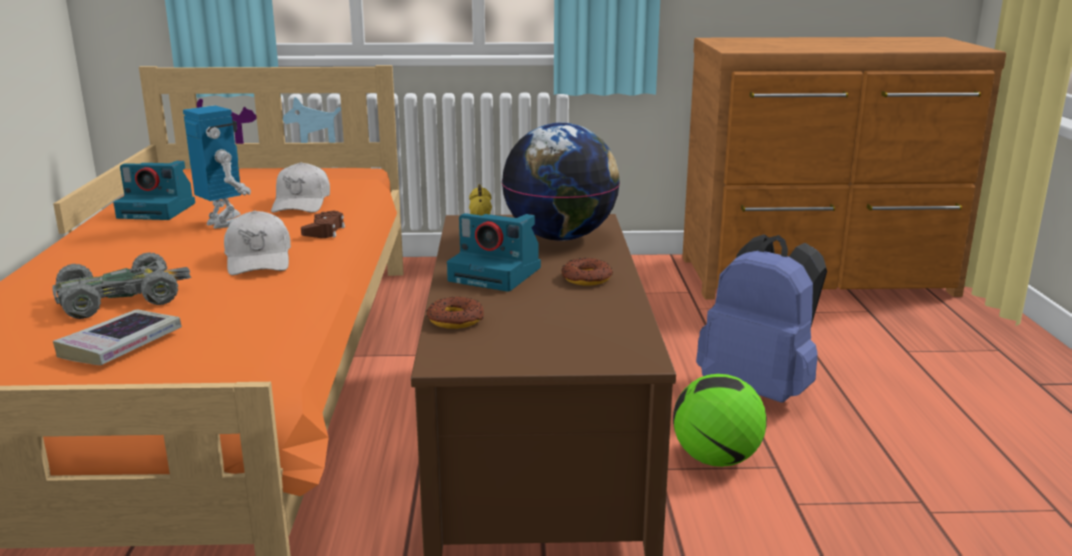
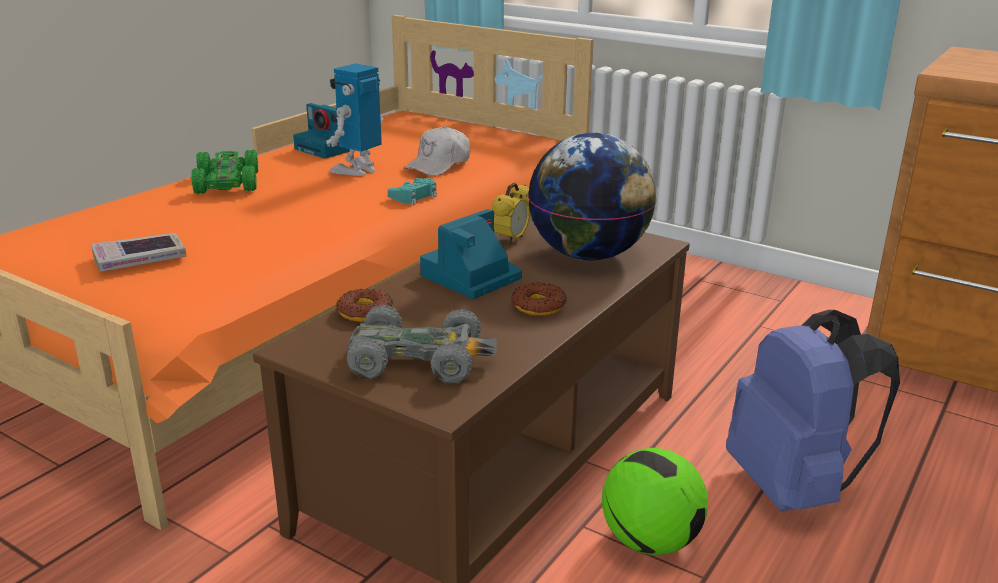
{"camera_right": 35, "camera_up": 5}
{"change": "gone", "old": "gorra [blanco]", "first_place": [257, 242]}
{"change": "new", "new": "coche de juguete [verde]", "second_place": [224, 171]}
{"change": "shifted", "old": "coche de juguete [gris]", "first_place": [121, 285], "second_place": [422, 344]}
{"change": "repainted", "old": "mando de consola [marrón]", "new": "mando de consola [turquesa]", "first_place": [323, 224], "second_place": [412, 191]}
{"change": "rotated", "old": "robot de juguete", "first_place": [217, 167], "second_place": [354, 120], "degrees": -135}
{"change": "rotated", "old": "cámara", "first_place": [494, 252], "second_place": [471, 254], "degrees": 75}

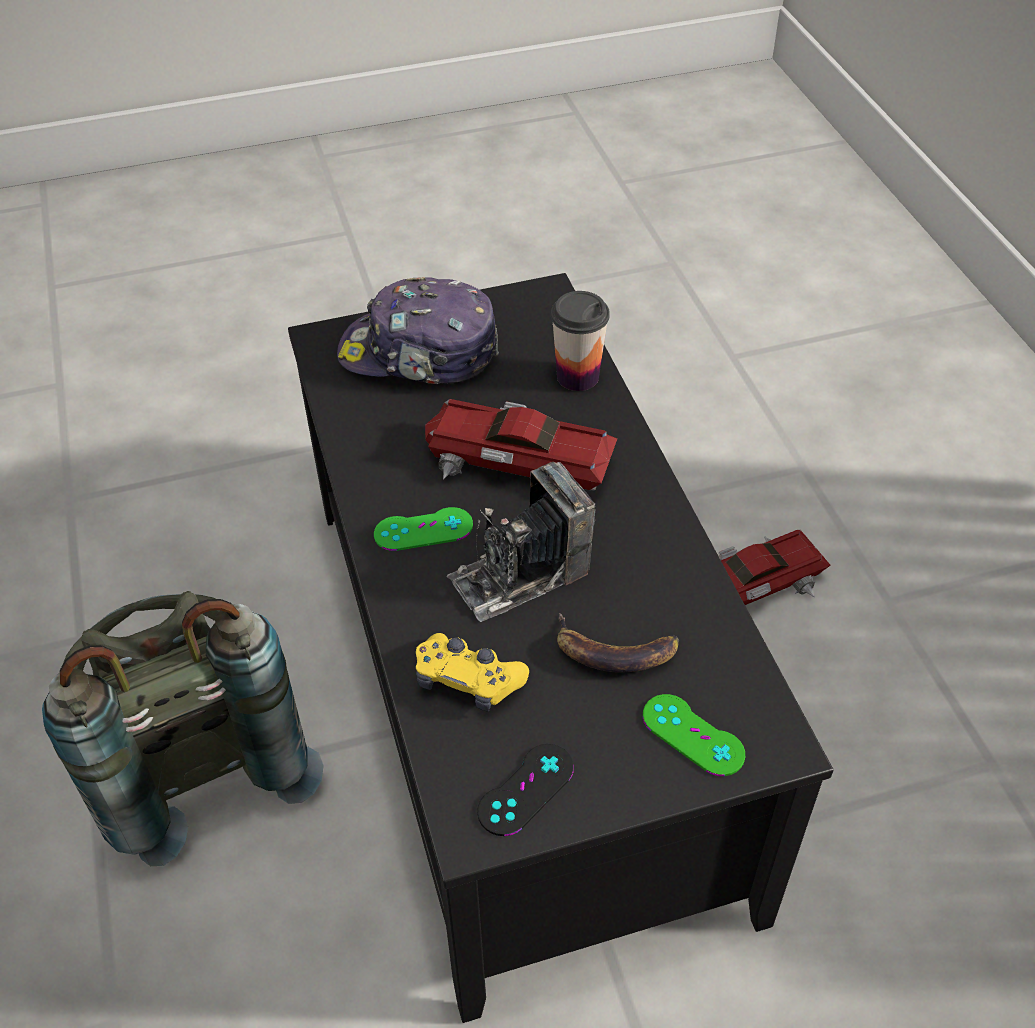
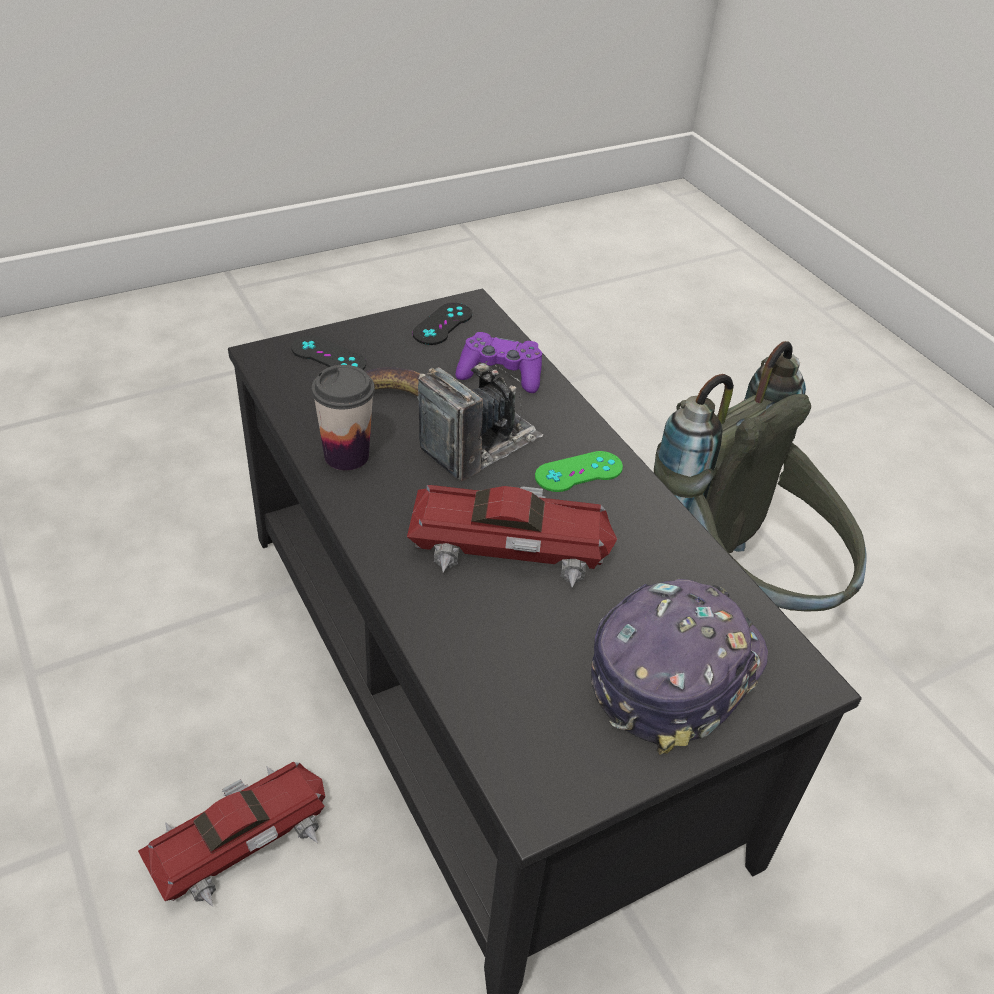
{"camera_right": 165, "camera_up": -5}
{"change": "shifted", "old": "taza", "first_place": [580, 341], "second_place": [343, 418]}
{"change": "repainted", "old": "mando de consola [amarillo]", "new": "mando de consola [morado]", "first_place": [472, 672], "second_place": [498, 362]}
{"change": "repainted", "old": "mando de consola [verde]", "new": "mando de consola [negro]", "first_place": [694, 735], "second_place": [328, 353]}
{"change": "rotated", "old": "gorra", "first_place": [418, 330], "second_place": [679, 667], "degrees": -45}

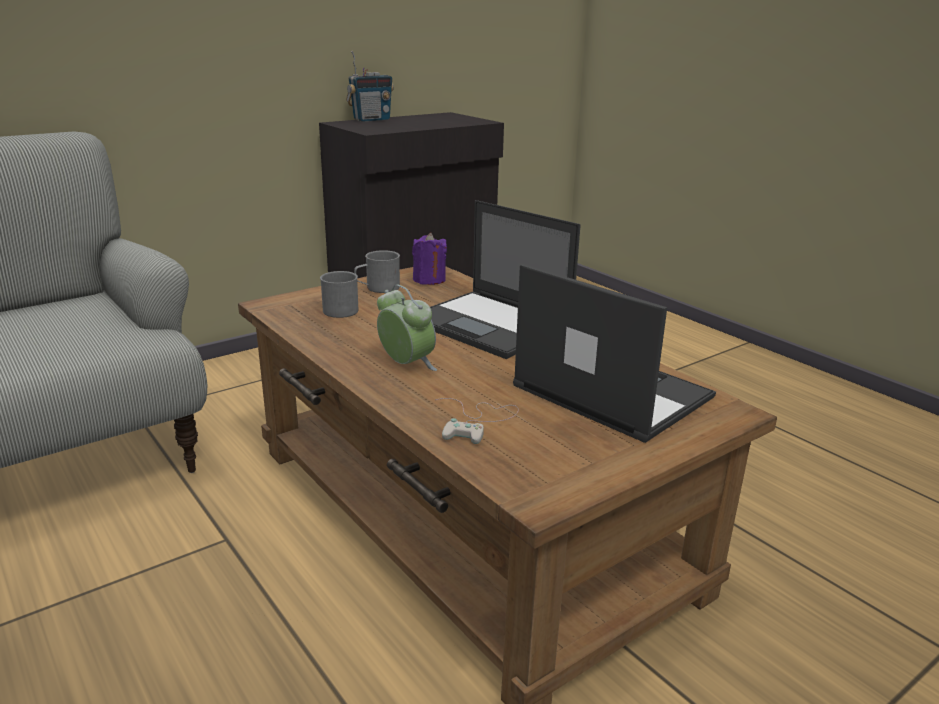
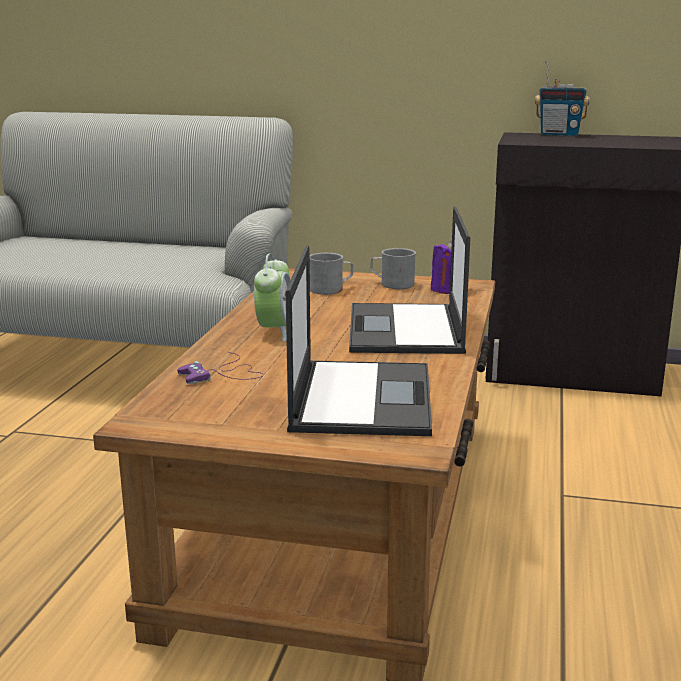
{"camera_right": 50, "camera_up": -5}
{"change": "repainted", "old": "mando de consola [blanco]", "new": "mando de consola [morado]", "first_place": [477, 421], "second_place": [220, 368]}

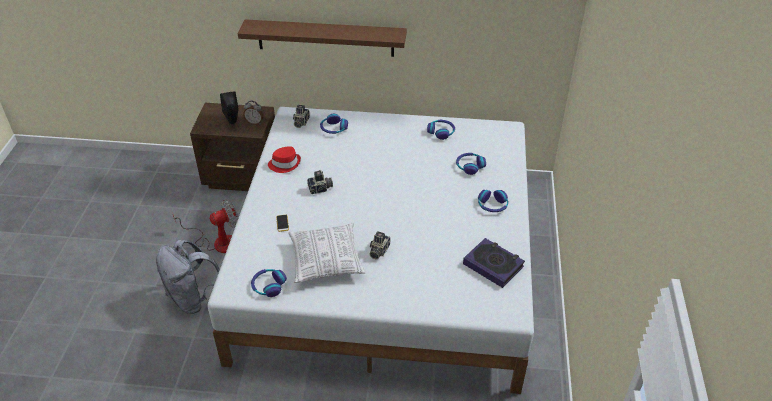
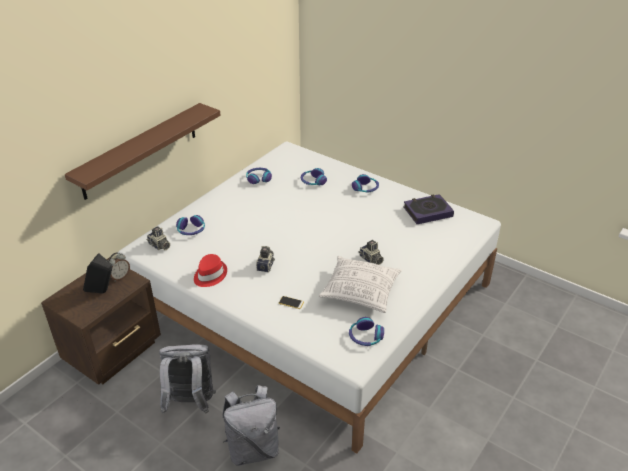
{"camera_right": -60, "camera_up": -5}
{"change": "swapped", "old": "ventilador", "new": "mochila [gris]", "first_place": [205, 226], "second_place": [187, 379]}

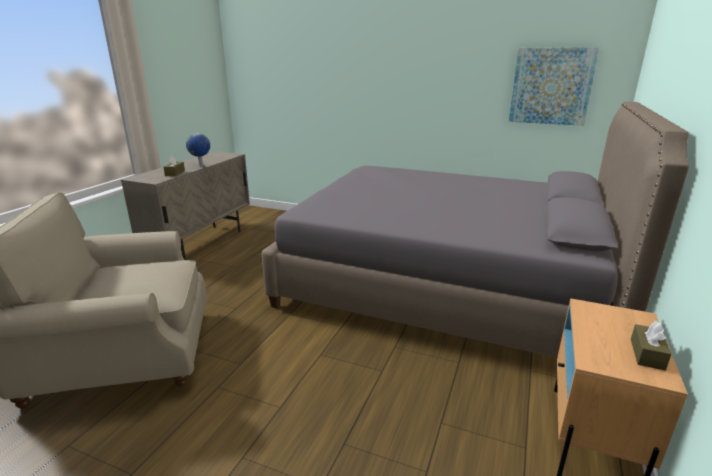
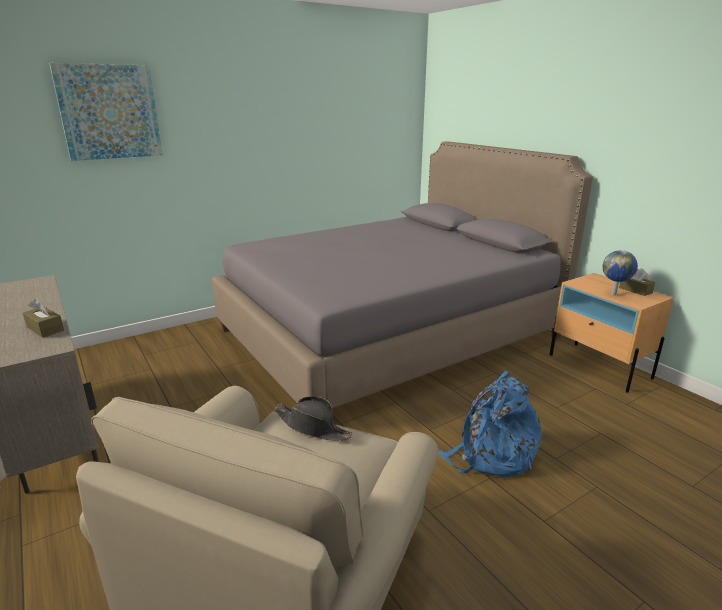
{"camera_right": -55, "camera_up": 0}
{"change": "new", "new": "sombrero [negro]", "second_place": [313, 418]}
{"change": "new", "new": "mochila [azul]", "second_place": [490, 424]}
{"change": "shifted", "old": "globo terráqueo", "first_place": [198, 150], "second_place": [620, 272]}
{"change": "shifted", "old": "cuadro", "first_place": [554, 86], "second_place": [106, 112]}

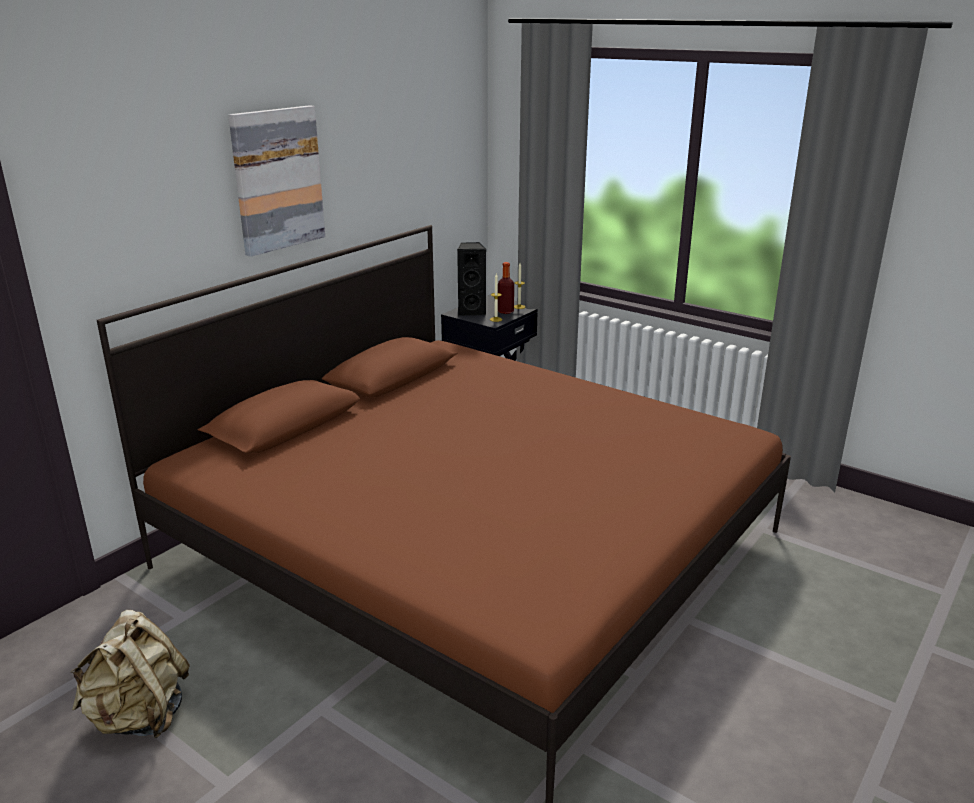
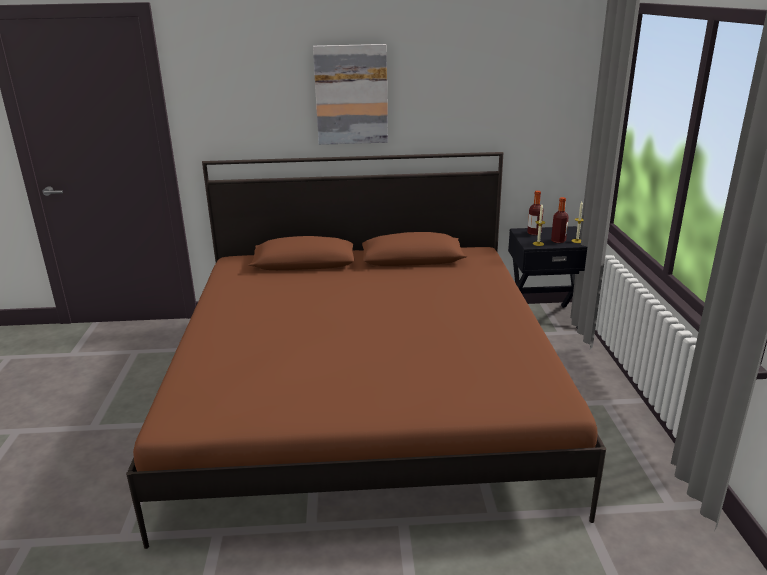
{"camera_right": 50, "camera_up": 0}
{"change": "gone", "old": "mochila [beis]", "first_place": [130, 674]}
{"change": "swapped", "old": "altavoz [negro]", "new": "botella", "first_place": [472, 279], "second_place": [535, 213]}

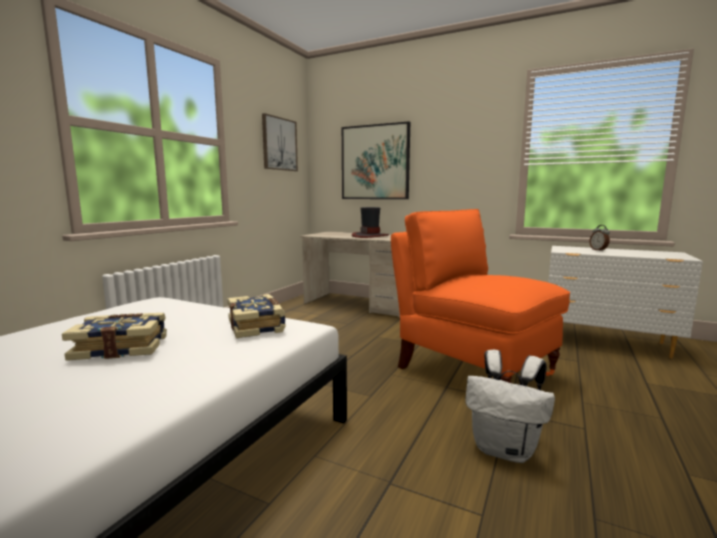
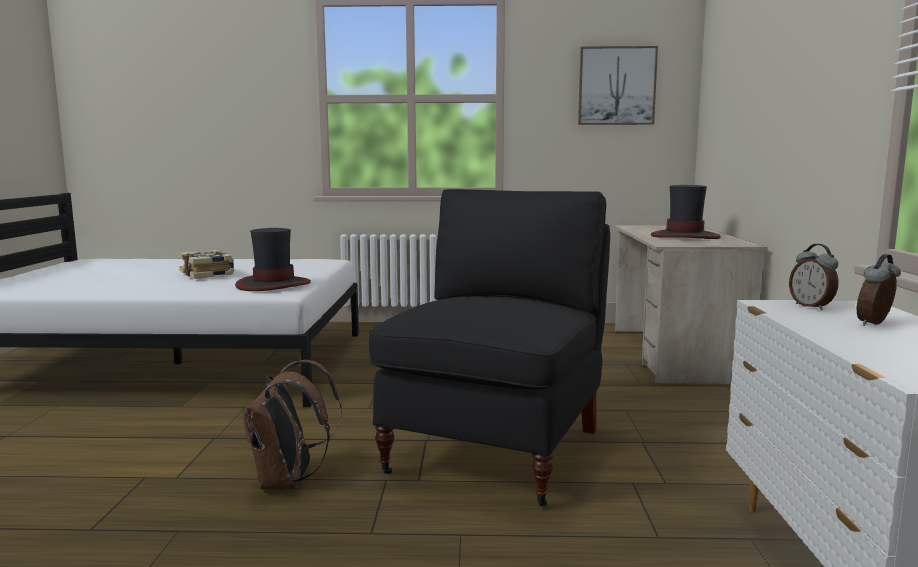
{"camera_right": 65, "camera_up": 0}
{"change": "gone", "old": "cuadro", "first_place": [376, 160]}
{"change": "new", "new": "despertador", "second_place": [814, 277]}
{"change": "swapped", "old": "libro", "new": "sombrero", "first_place": [257, 316], "second_place": [273, 259]}
{"change": "repainted", "old": "silla [naranja]", "new": "silla [negro]", "first_place": [480, 296], "second_place": [489, 347]}
{"change": "repainted", "old": "mochila [blanco]", "new": "mochila [marrón]", "first_place": [510, 406], "second_place": [292, 425]}

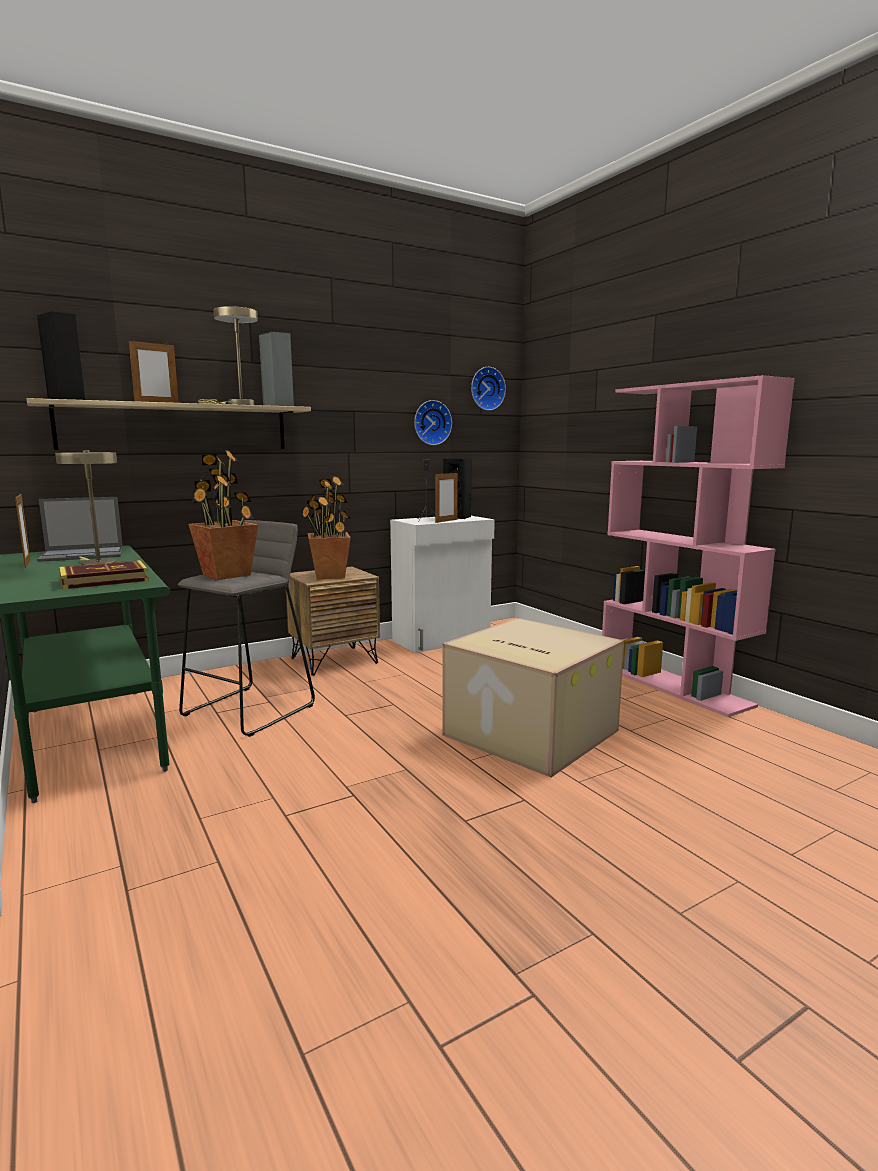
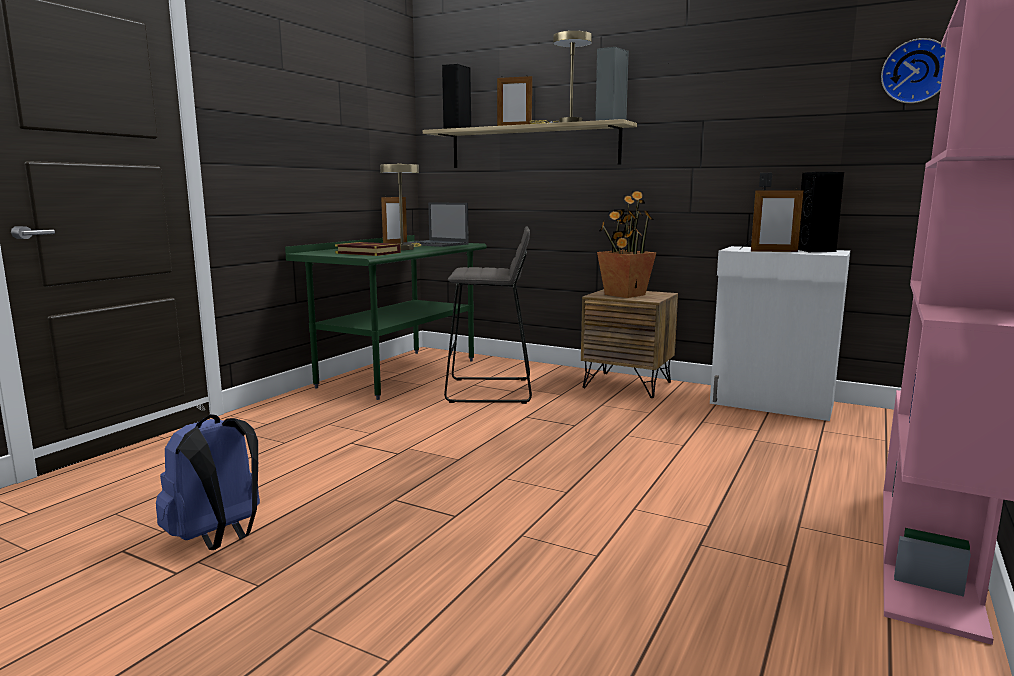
{"camera_right": 60, "camera_up": 0}
{"change": "gone", "old": "planta en maceta", "first_place": [223, 515]}
{"change": "gone", "old": "reloj de pared", "first_place": [433, 422]}
{"change": "gone", "old": "caja de cartón", "first_place": [533, 697]}
{"change": "new", "new": "mochila [azul]", "second_place": [208, 482]}

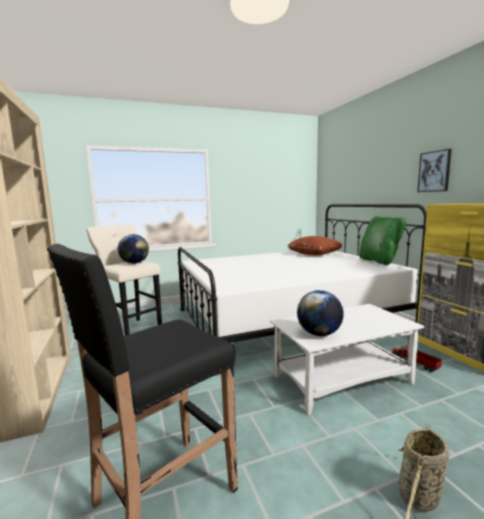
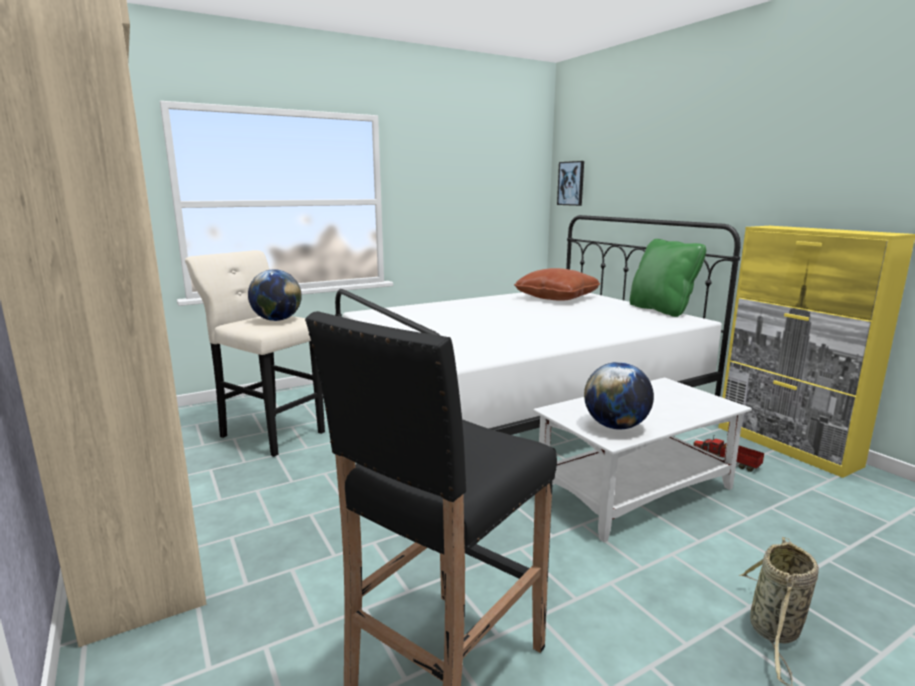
{"camera_right": -10, "camera_up": 5}
{"change": "shifted", "old": "cuadro", "first_place": [434, 170], "second_place": [570, 183]}

